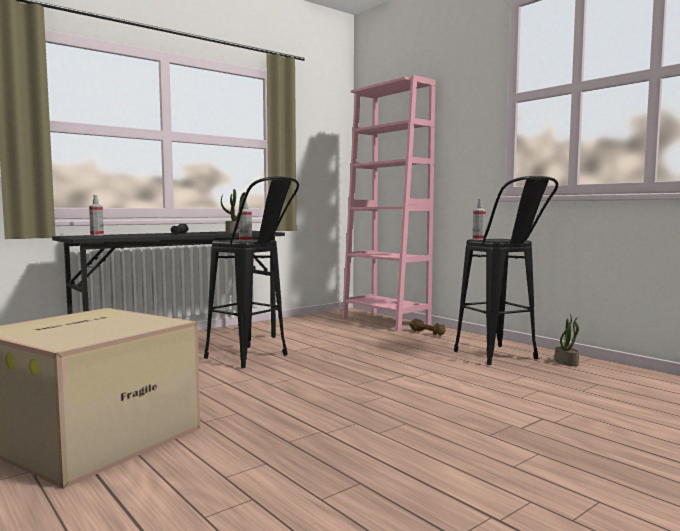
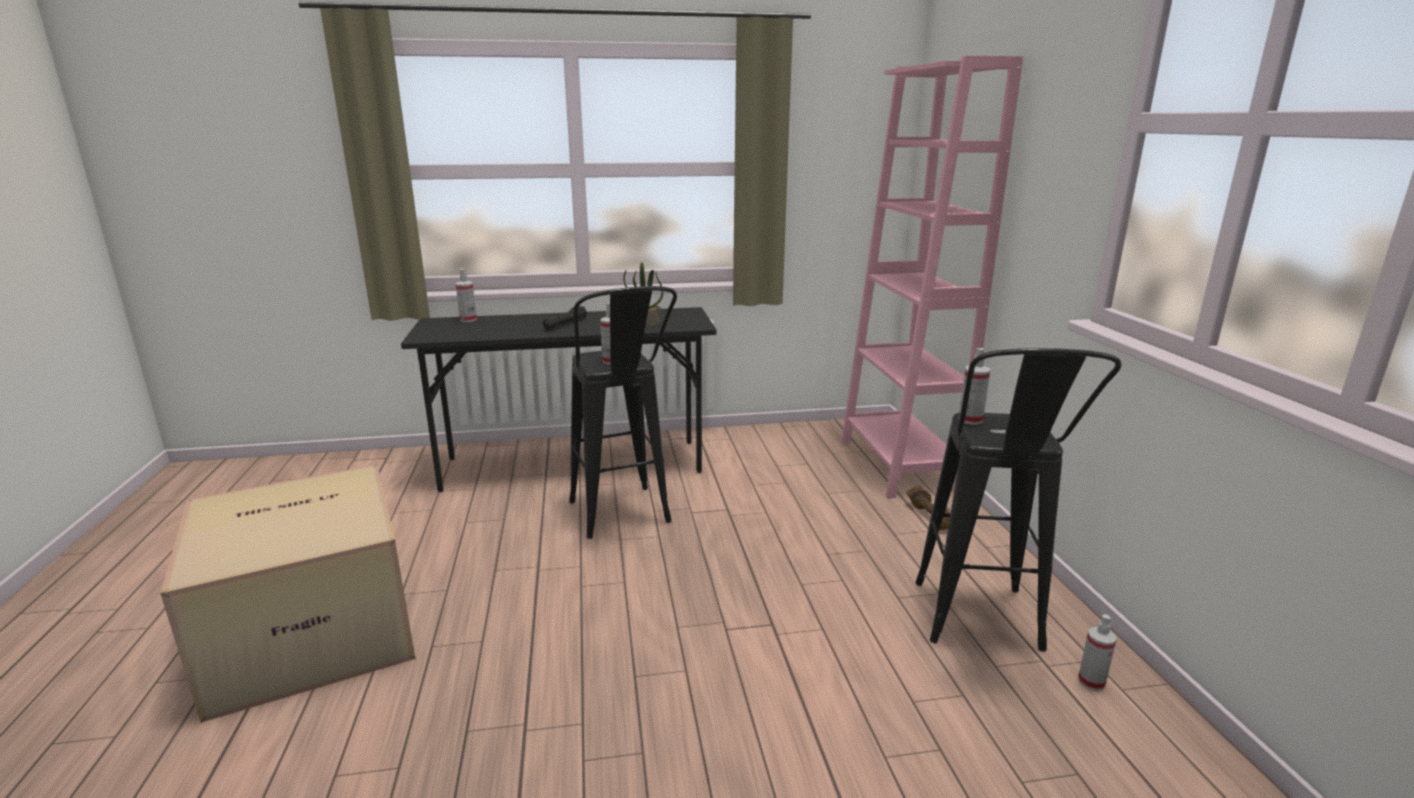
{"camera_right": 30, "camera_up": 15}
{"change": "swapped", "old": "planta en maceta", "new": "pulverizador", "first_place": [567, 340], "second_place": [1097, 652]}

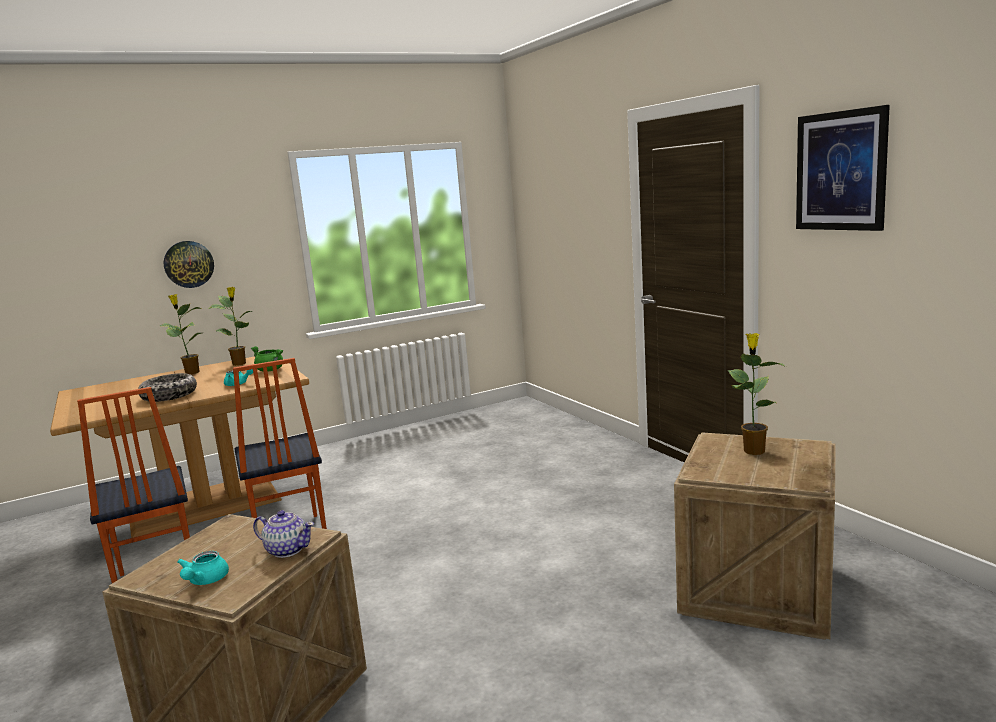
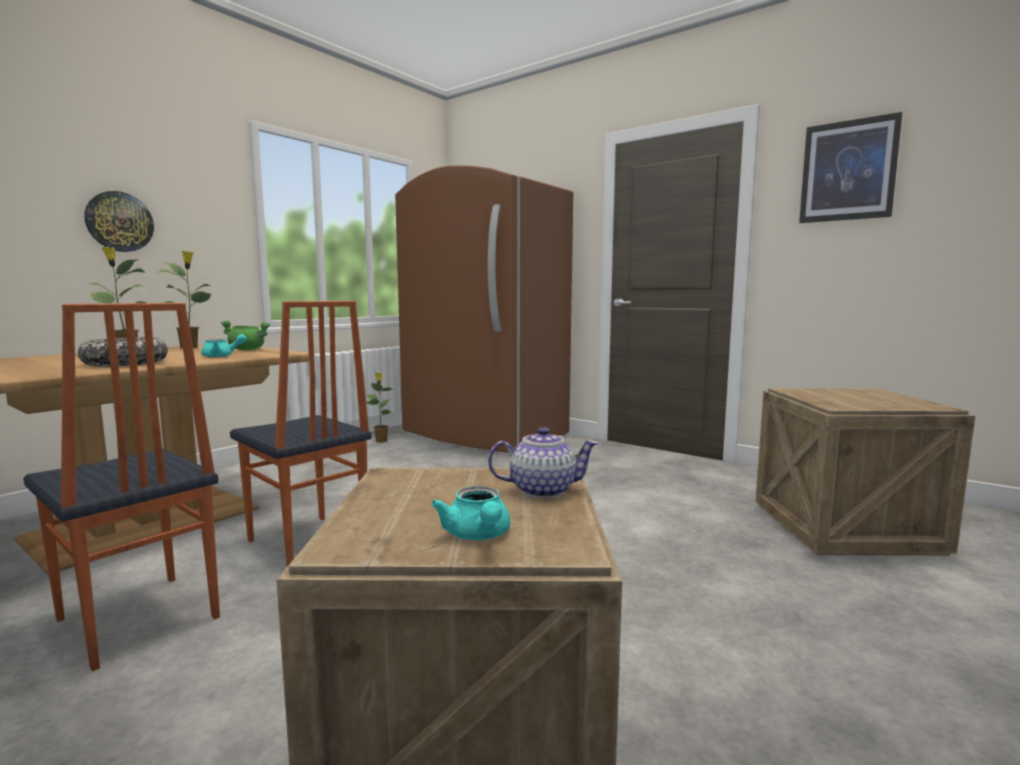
{"camera_right": -25, "camera_up": -5}
{"change": "new", "new": "nevera [marrón]", "second_place": [484, 309]}
{"change": "shifted", "old": "planta en maceta", "first_place": [757, 394], "second_place": [380, 408]}

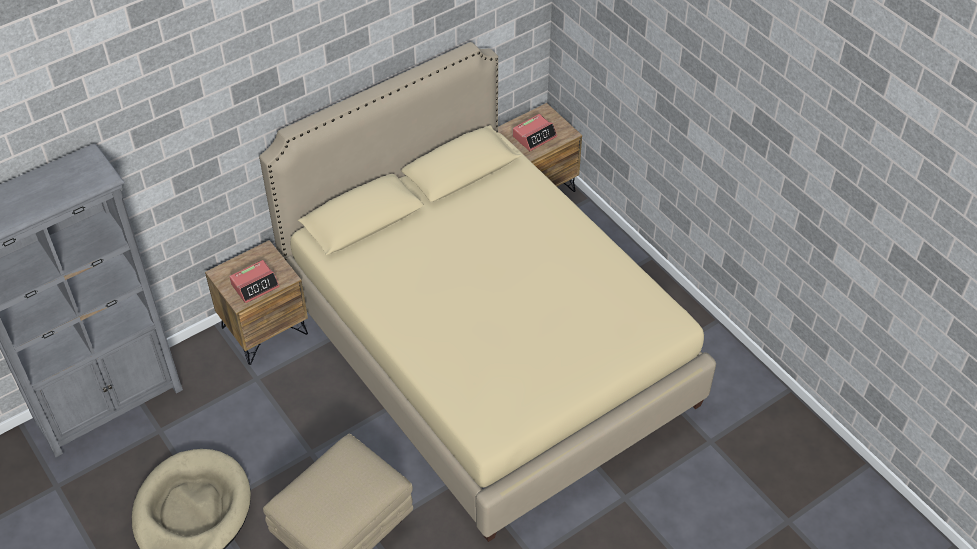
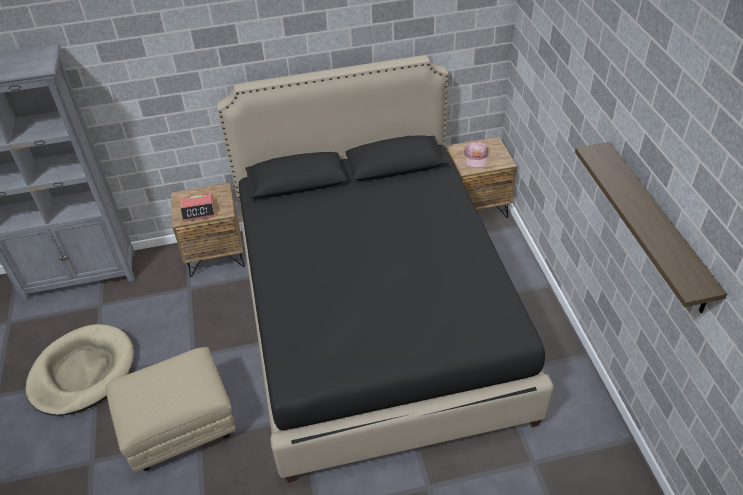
{"camera_right": 25, "camera_up": -5}
{"change": "new", "new": "estante", "second_place": [651, 227]}
{"change": "swapped", "old": "despertador", "new": "gorra [rosa]", "first_place": [535, 132], "second_place": [476, 155]}
{"change": "repainted", "old": "cama [beis]", "new": "cama [negro]", "first_place": [487, 292], "second_place": [385, 269]}

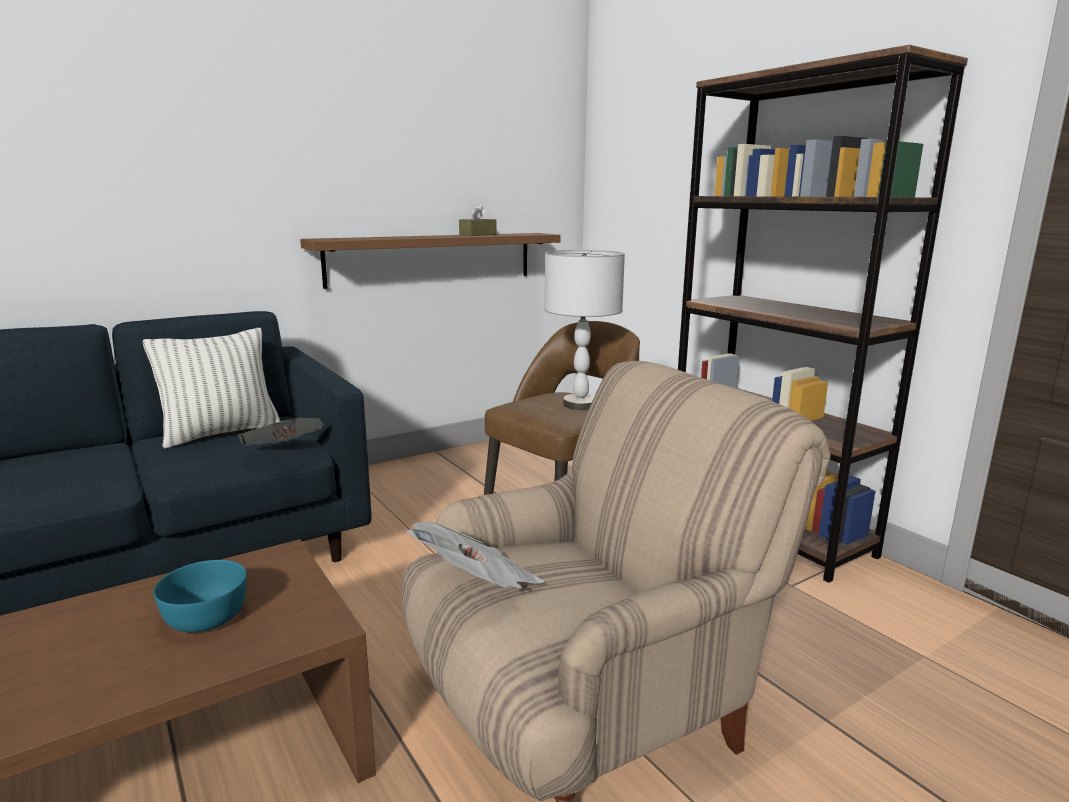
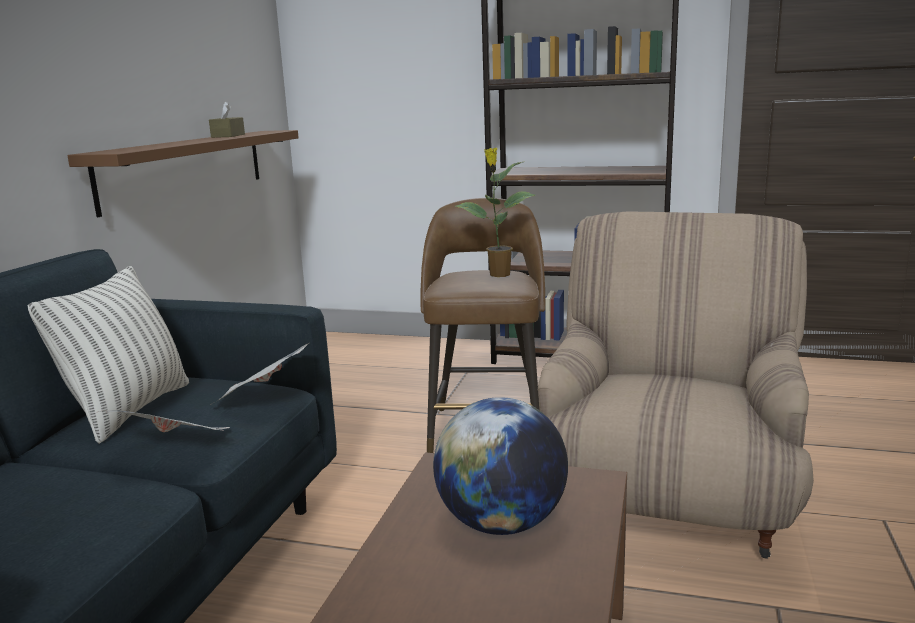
{"camera_right": -40, "camera_up": 0}
{"change": "shifted", "old": "periódico", "first_place": [475, 555], "second_place": [164, 421]}
{"change": "swapped", "old": "cuenco [turquesa]", "new": "globo terráqueo", "first_place": [200, 596], "second_place": [500, 466]}
{"change": "swapped", "old": "lámpara de mesa [gris]", "new": "planta en maceta", "first_place": [584, 330], "second_place": [495, 212]}

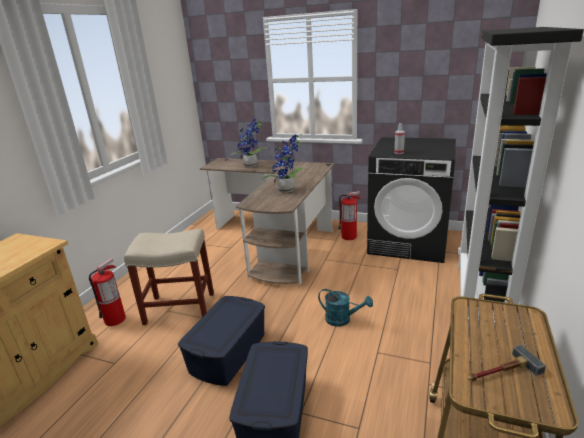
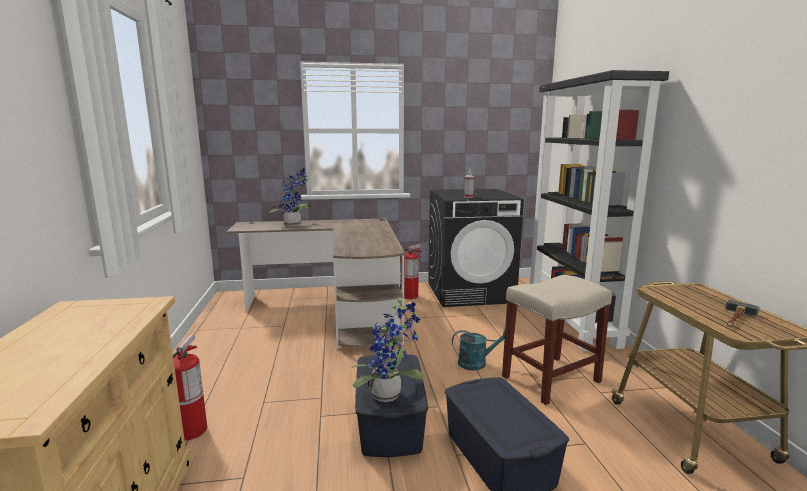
{"camera_right": -30, "camera_up": -10}
{"change": "shifted", "old": "taburete [beis]", "first_place": [169, 277], "second_place": [557, 340]}
{"change": "shifted", "old": "planta en maceta", "first_place": [284, 163], "second_place": [387, 349]}

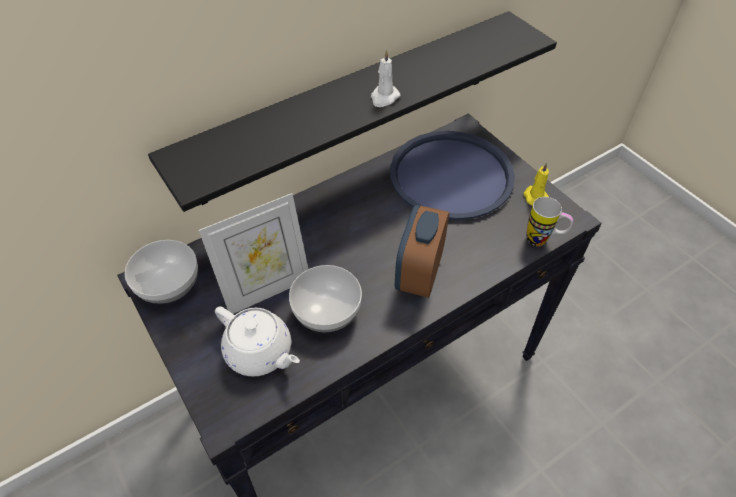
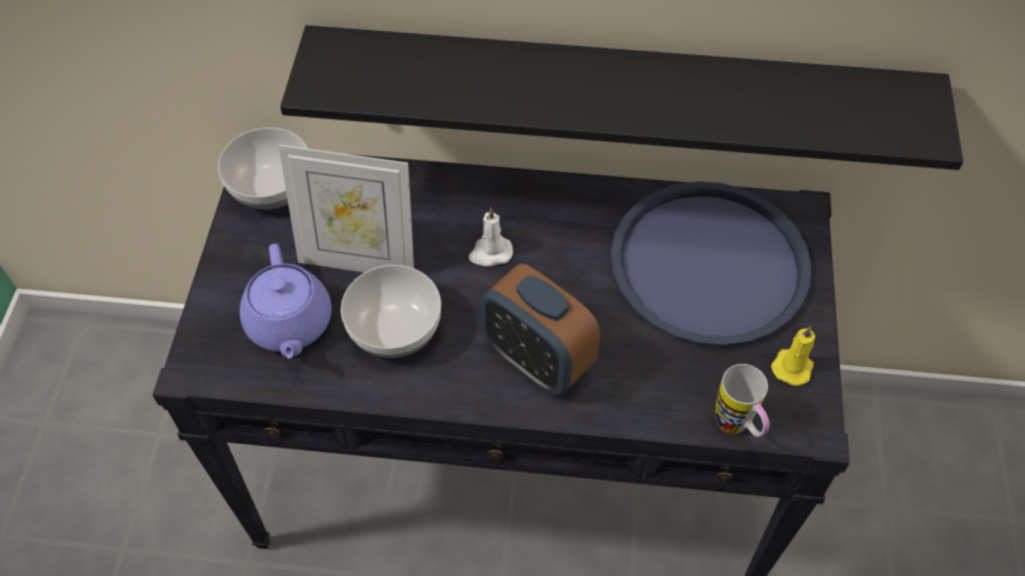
{"camera_right": 40, "camera_up": 5}
{"change": "shifted", "old": "vela [blanco]", "first_place": [385, 78], "second_place": [491, 237]}
{"change": "repainted", "old": "tetera [blanco]", "new": "tetera [morado]", "first_place": [257, 341], "second_place": [286, 300]}
{"change": "rotated", "old": "despertador", "first_place": [422, 251], "second_place": [540, 329], "degrees": -105}

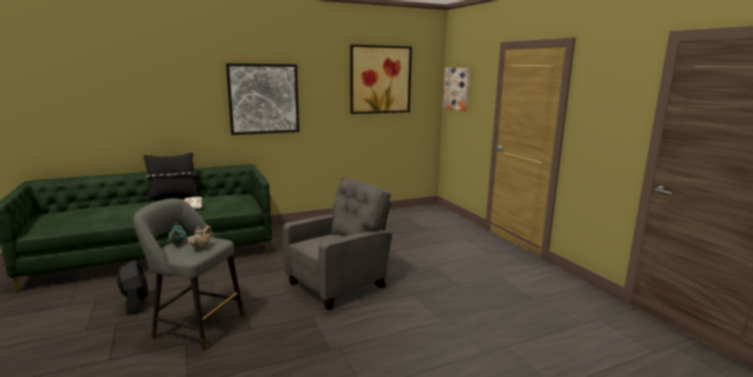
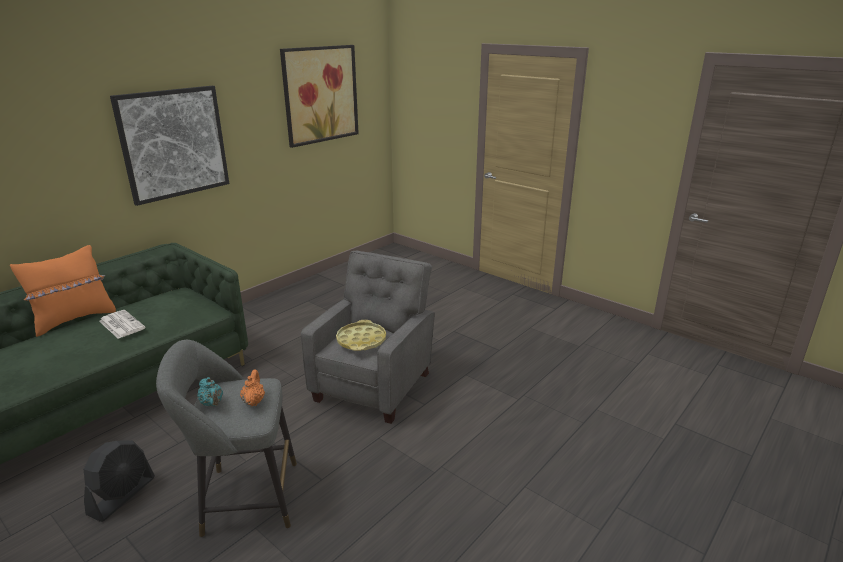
{"camera_right": -25, "camera_up": 10}
{"change": "gone", "old": "cuadro", "first_place": [456, 89]}
{"change": "new", "new": "bandeja [amarillo]", "second_place": [361, 335]}
{"change": "repainted", "old": "cojín [negro]", "new": "cojín [naranja]", "first_place": [171, 177], "second_place": [63, 291]}
{"change": "repainted", "old": "tetera [beis]", "new": "tetera [naranja]", "first_place": [200, 237], "second_place": [252, 388]}
{"change": "rotated", "old": "ventilador [negro]", "first_place": [132, 288], "second_place": [119, 481], "degrees": 75}

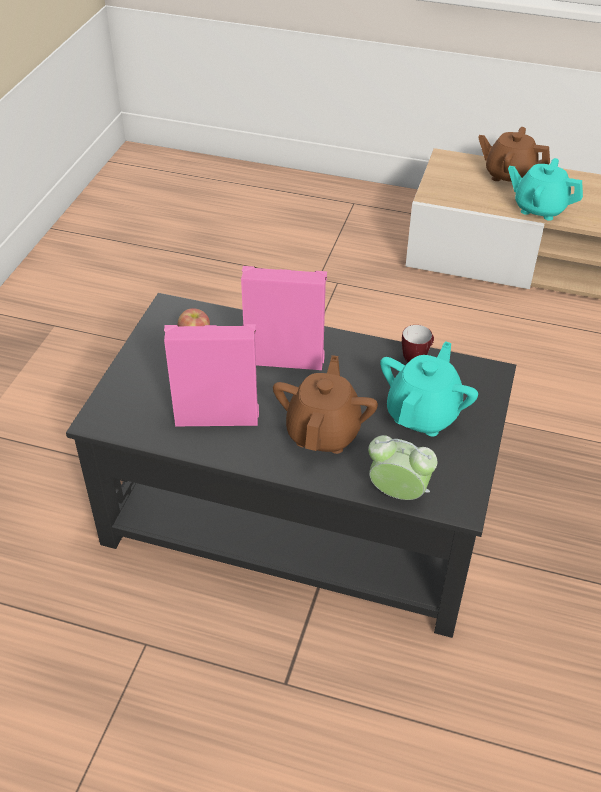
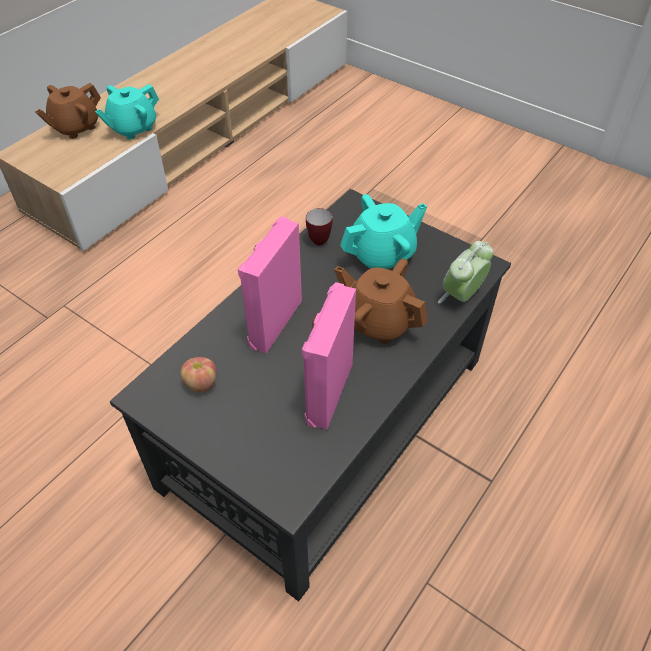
{"camera_right": -70, "camera_up": 5}
{"change": "rotated", "old": "tetera [turquesa]", "first_place": [429, 389], "second_place": [383, 231], "degrees": 105}

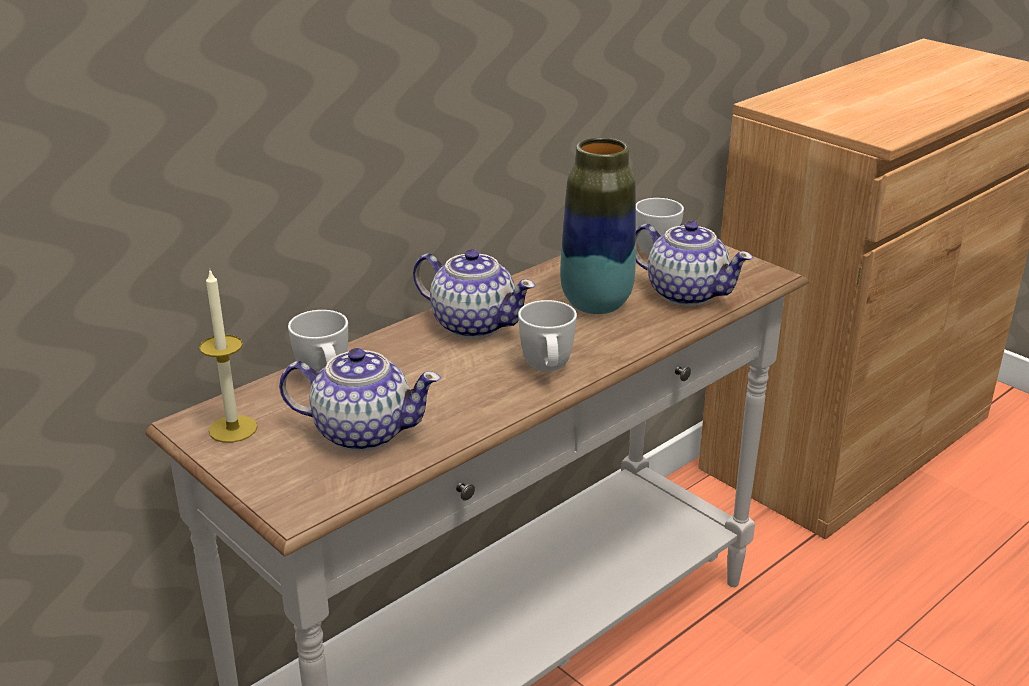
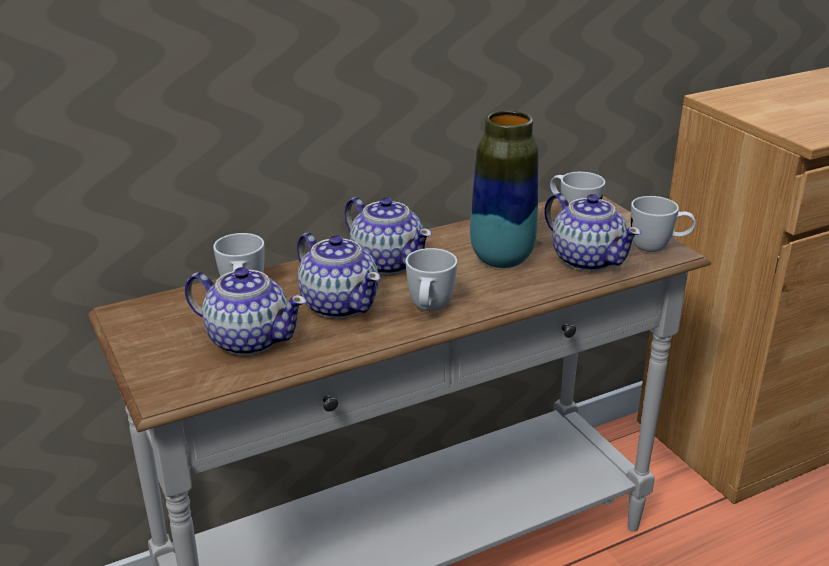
{"camera_right": 15, "camera_up": 0}
{"change": "gone", "old": "vela", "first_place": [228, 357]}
{"change": "new", "new": "tetera", "second_place": [339, 276]}
{"change": "new", "new": "taza grande [blanco]", "second_place": [663, 224]}

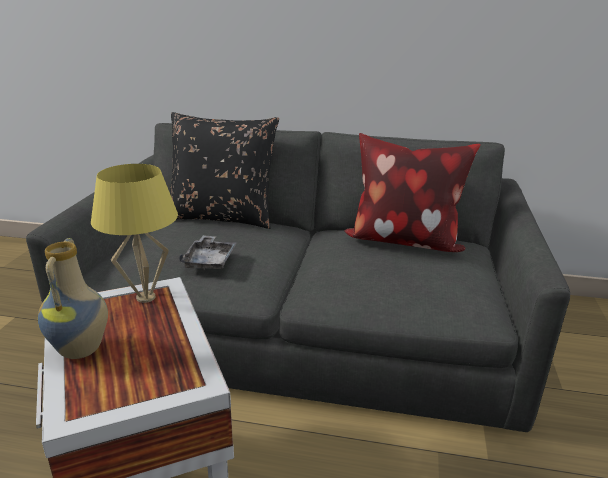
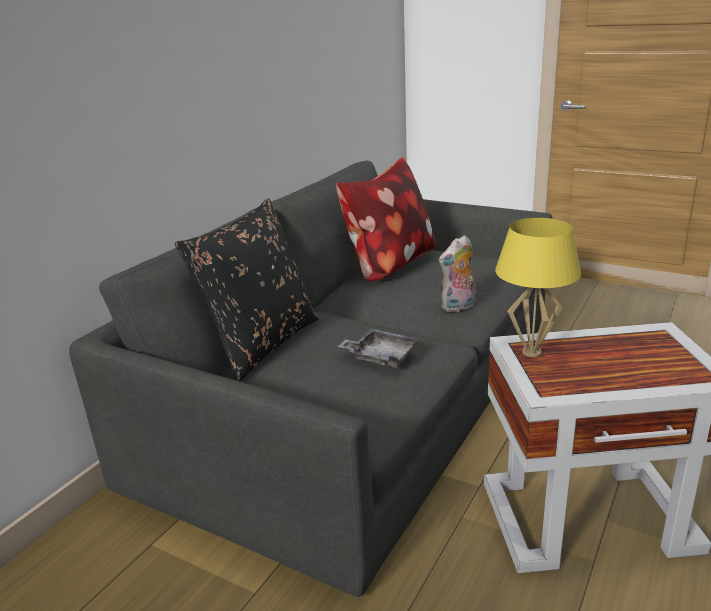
{"camera_right": -70, "camera_up": 0}
{"change": "gone", "old": "florero", "first_place": [73, 298]}
{"change": "new", "new": "peluche", "second_place": [457, 274]}

